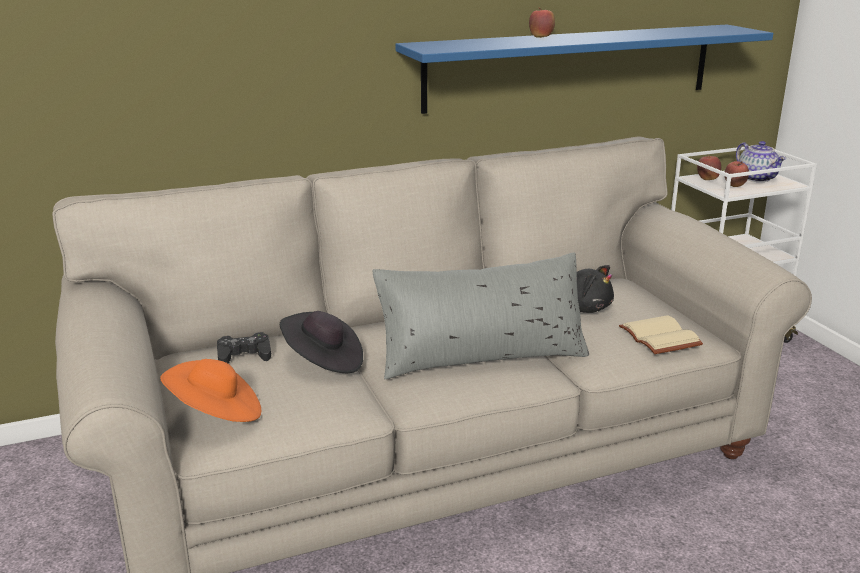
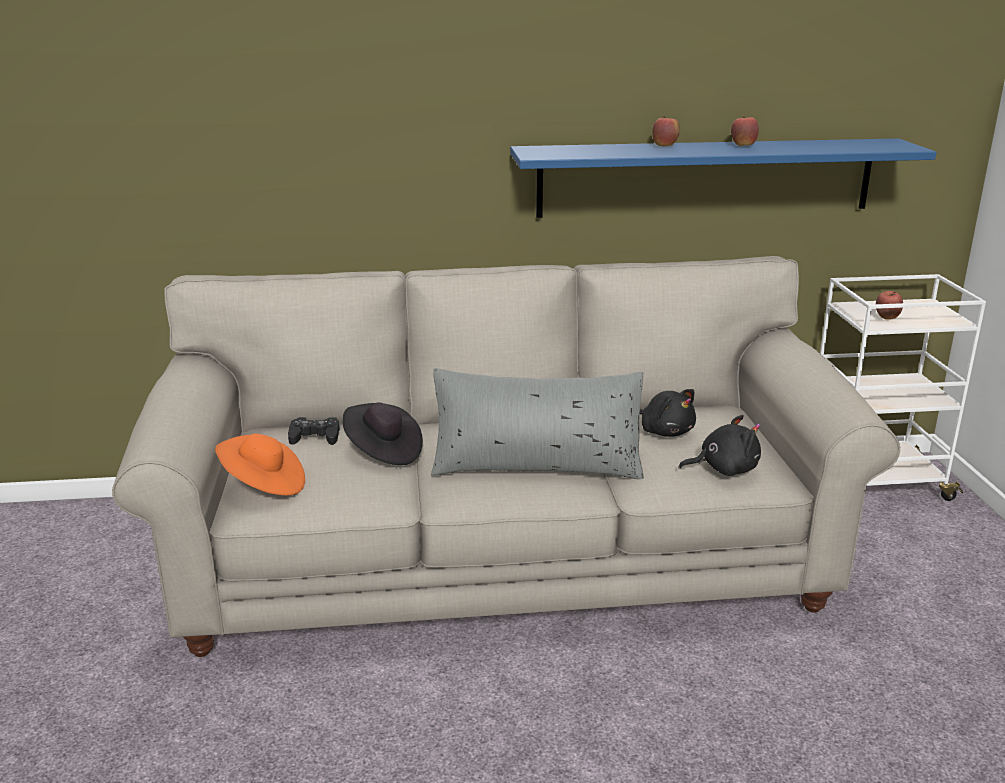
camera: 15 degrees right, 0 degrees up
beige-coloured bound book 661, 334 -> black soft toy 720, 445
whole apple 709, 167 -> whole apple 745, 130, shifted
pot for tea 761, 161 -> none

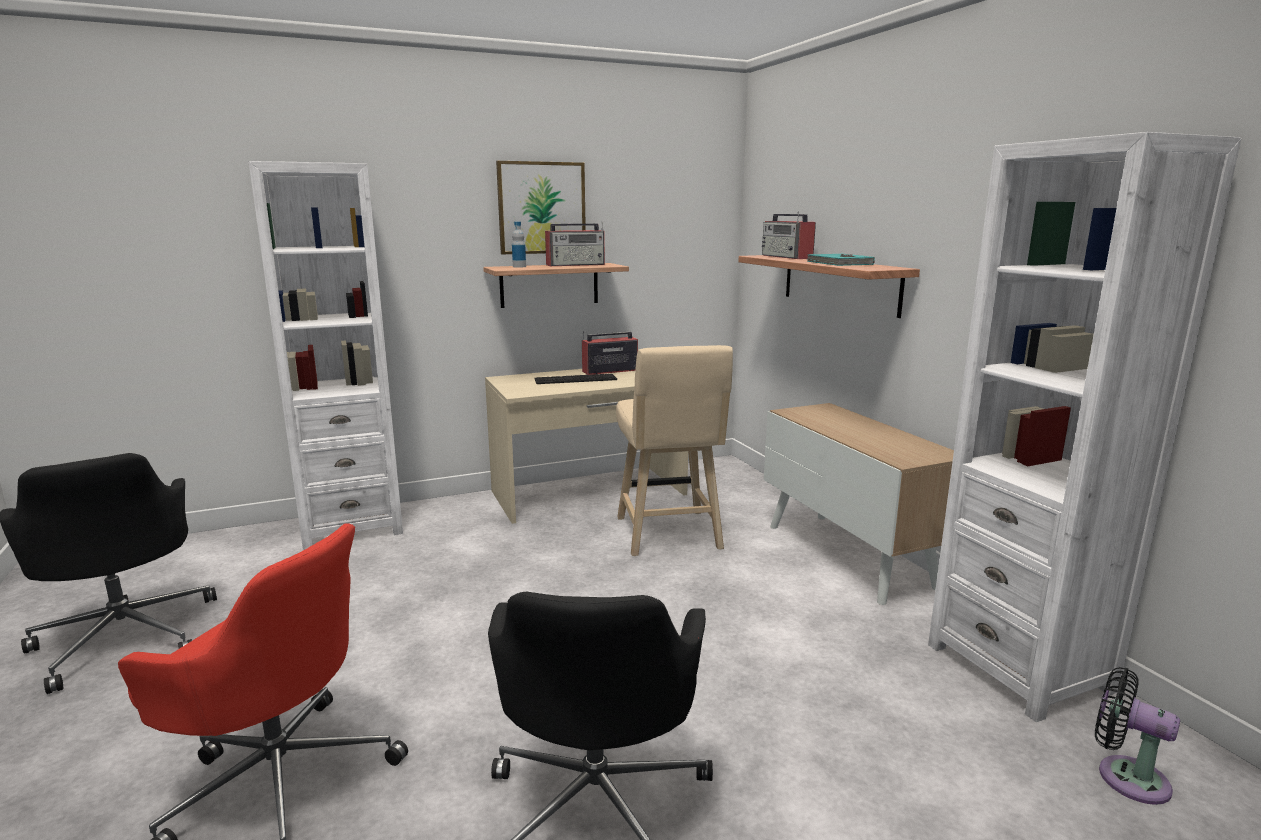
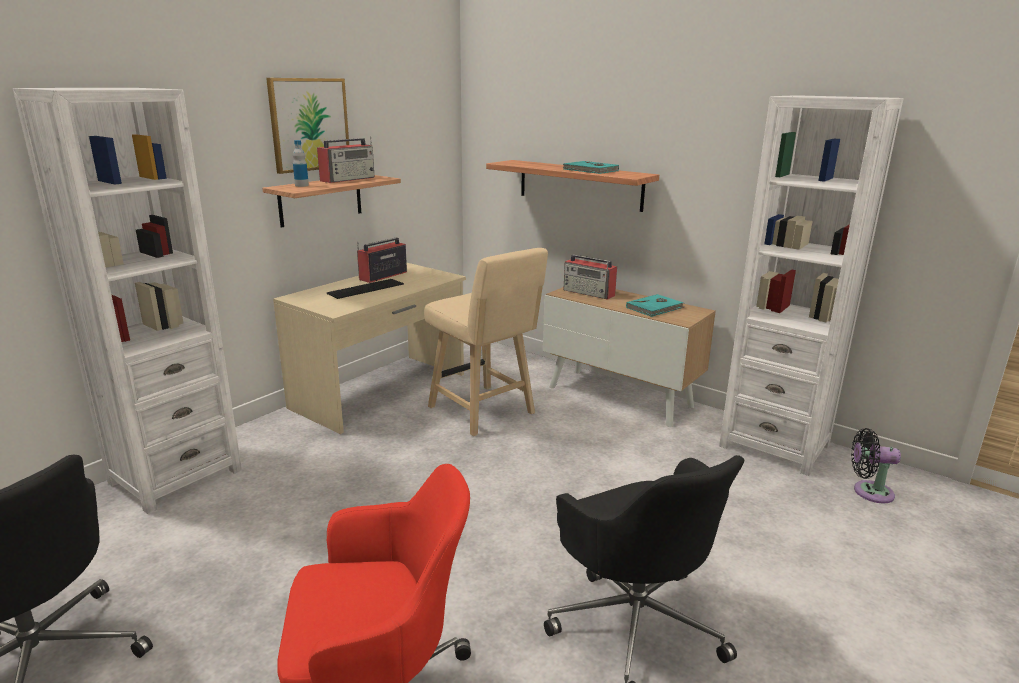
camera: 30 degrees left, 5 degrees up
radio receiver 789, 235 -> radio receiver 590, 277, shifted
none -> turquoise bound book 655, 305

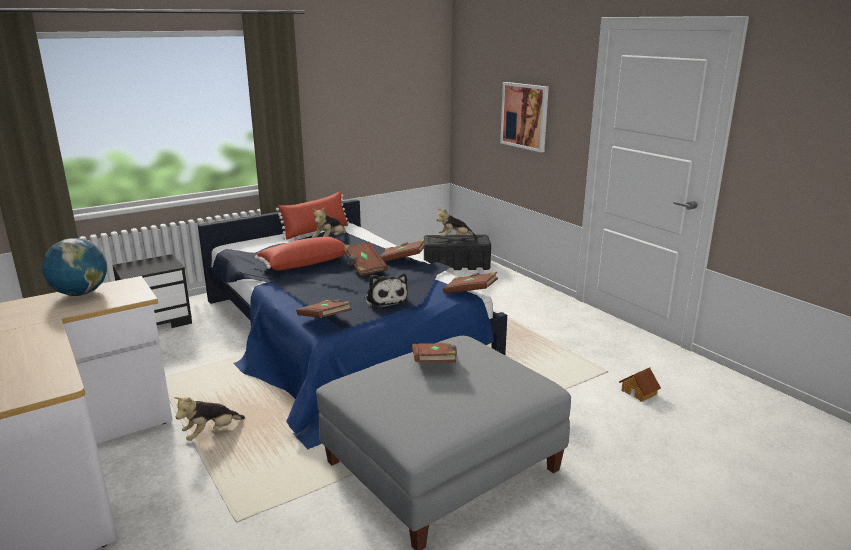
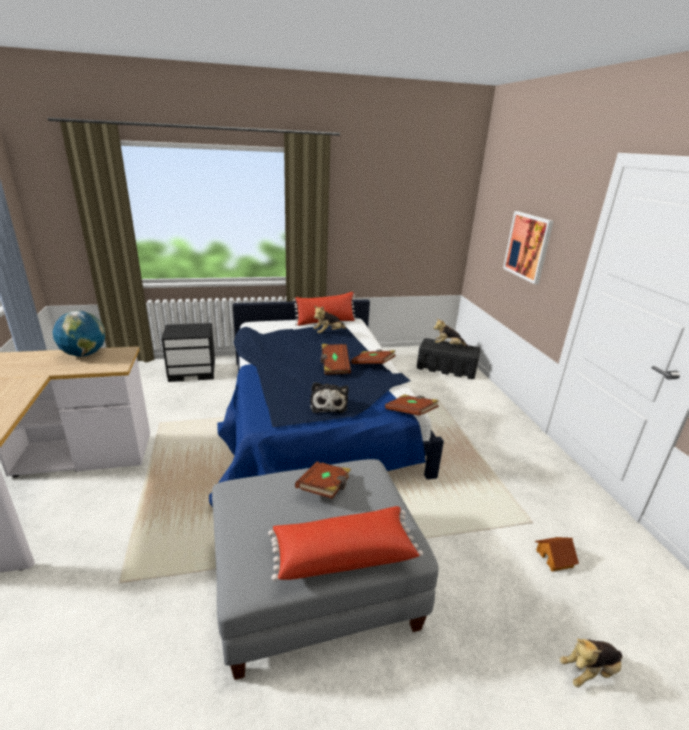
camera: 20 degrees right, 5 degrees up
soft toy 209, 419 -> soft toy 591, 663, shifted
reddish pillow 300, 254 -> reddish pillow 345, 543, shifted
brownish bound book 324, 308 -> none

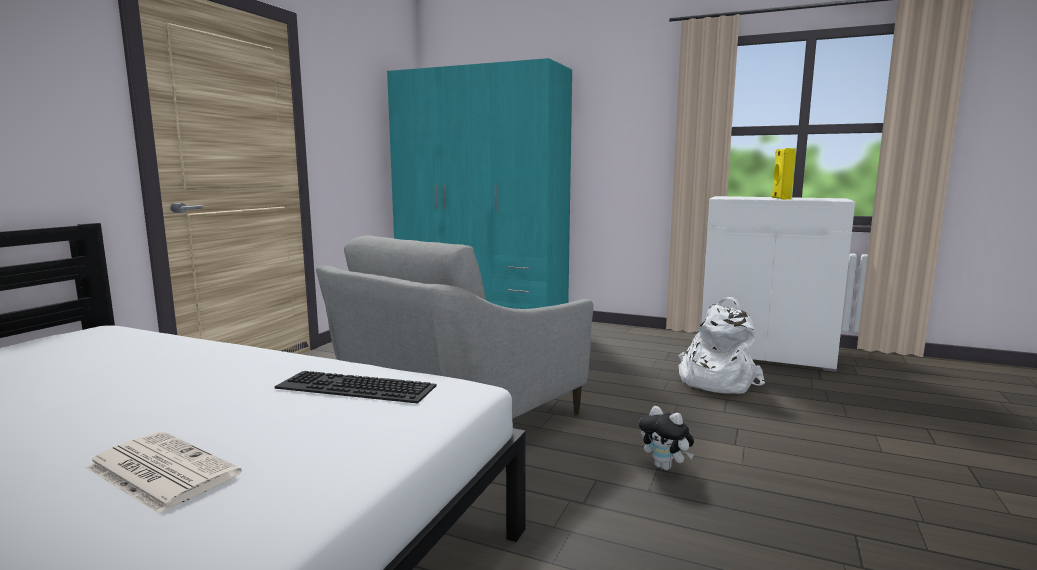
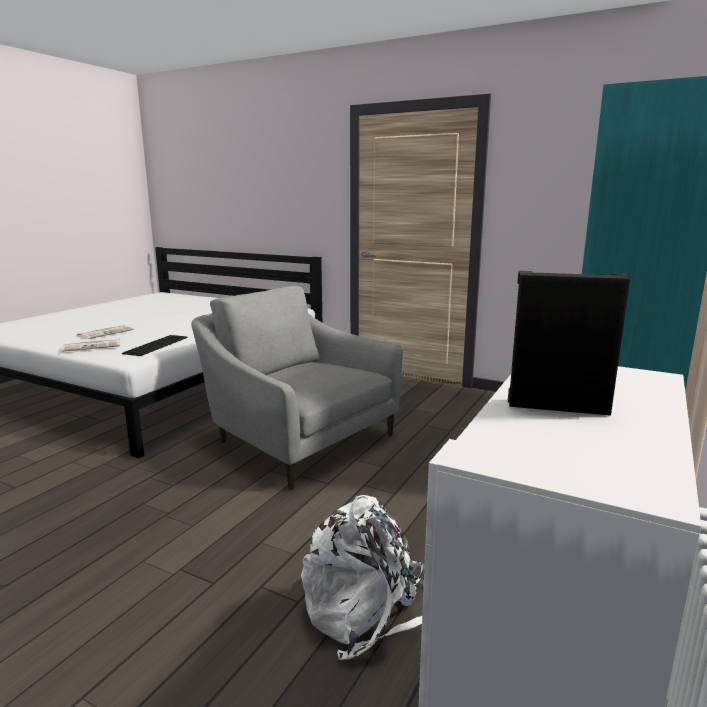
camera: 95 degrees right, 5 degrees up
soft toy 666, 438 -> none
yellow audio speaker 784, 174 -> black audio speaker 569, 343
none -> printed paper 90, 345

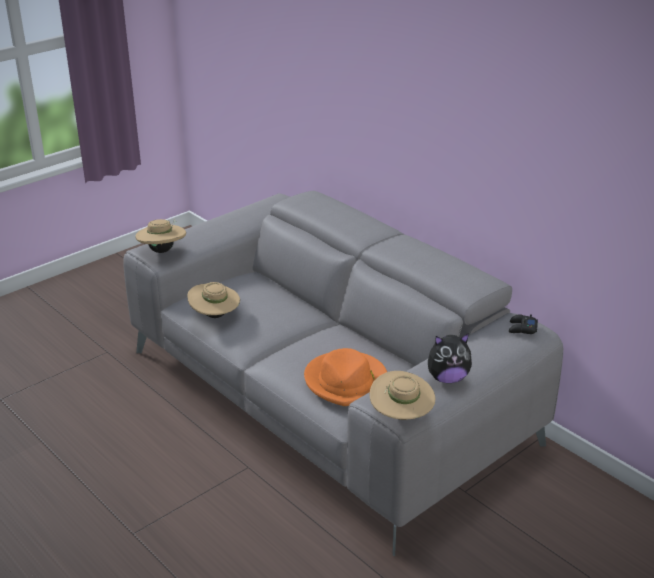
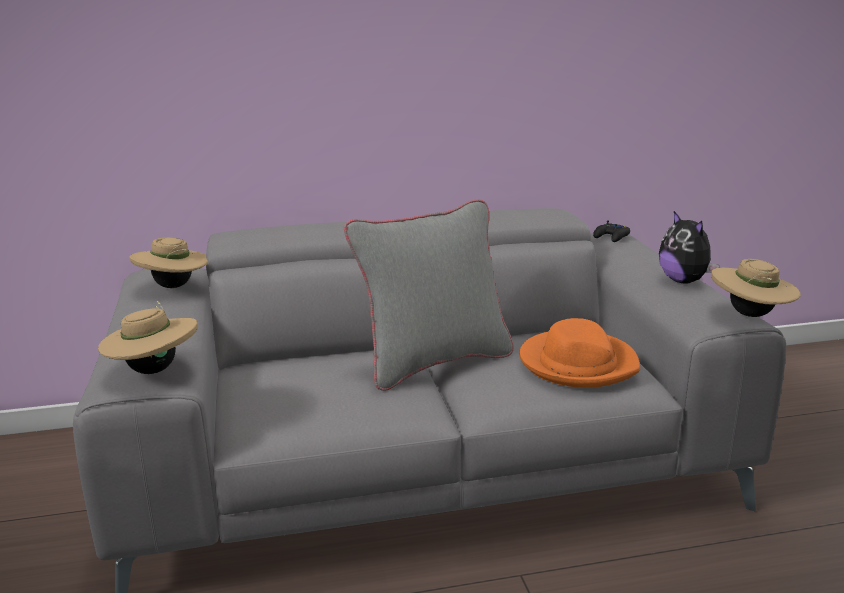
camera: 60 degrees left, 10 degrees down
beige-coloured hat 213, 300 -> beige-coloured hat 169, 263, shifted
soft toy 450, 358 -> soft toy 689, 247, 135 degrees clockwise
none -> grey pillow 429, 295

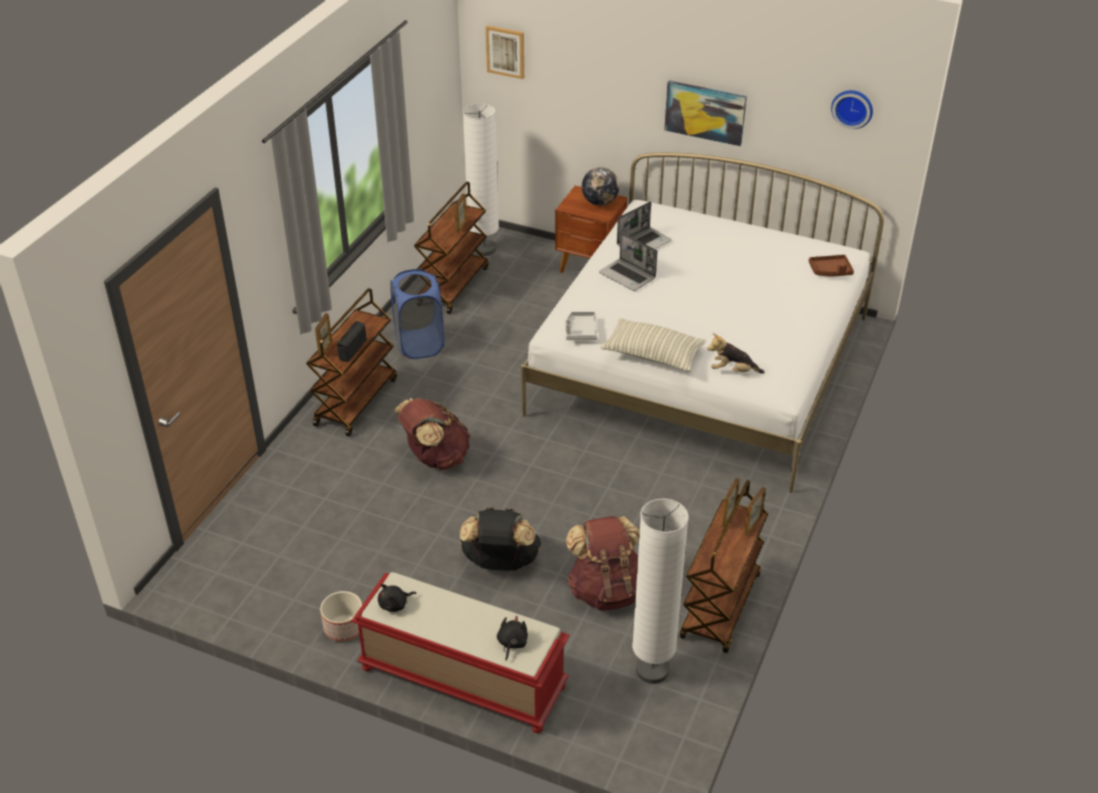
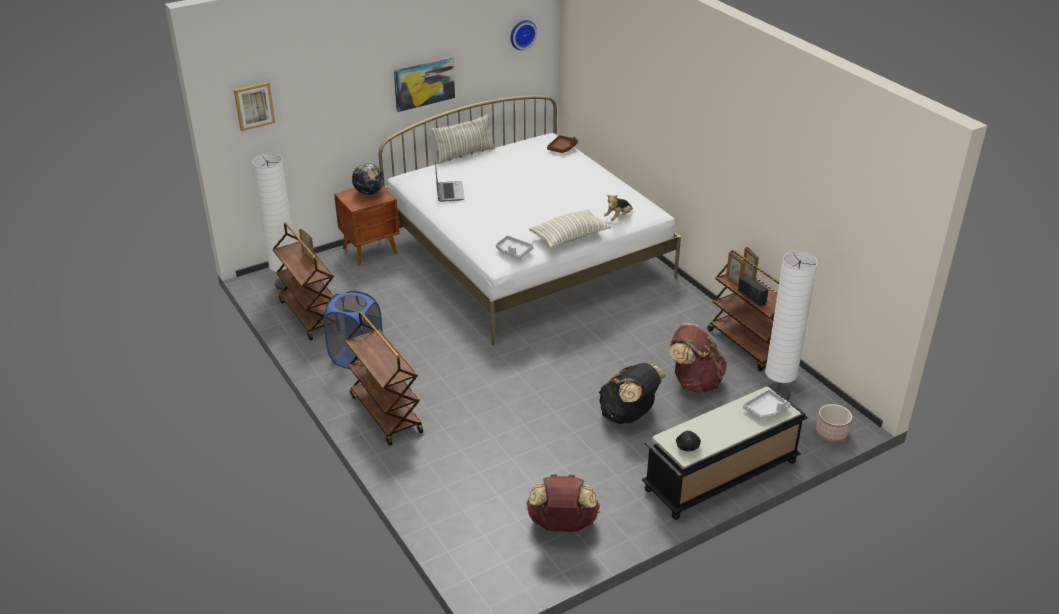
camera: 55 degrees left, 5 degrees down
standing frame 323, 334 -> none
flower pot 341, 616 -> flower pot 834, 423, shifted
radio receiver 352, 341 -> radio receiver 753, 290, shifted
reddish bench 460, 652 -> black bench 725, 453
brownish backpack 432, 434 -> brownish backpack 563, 503, shifted
black soft toy 512, 638 -> grey carrying tray 767, 404
portable computer 628, 261 -> none
none -> pillow 463, 139

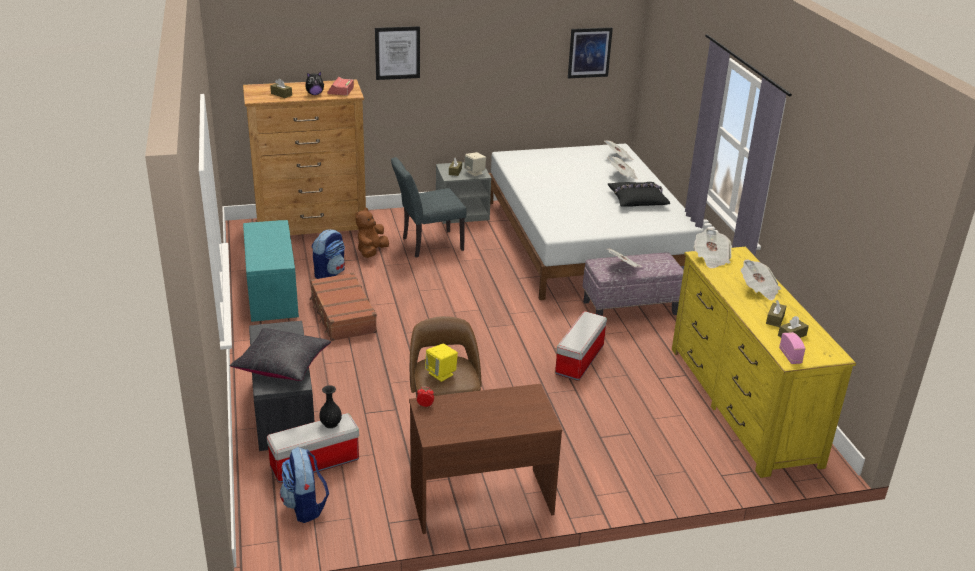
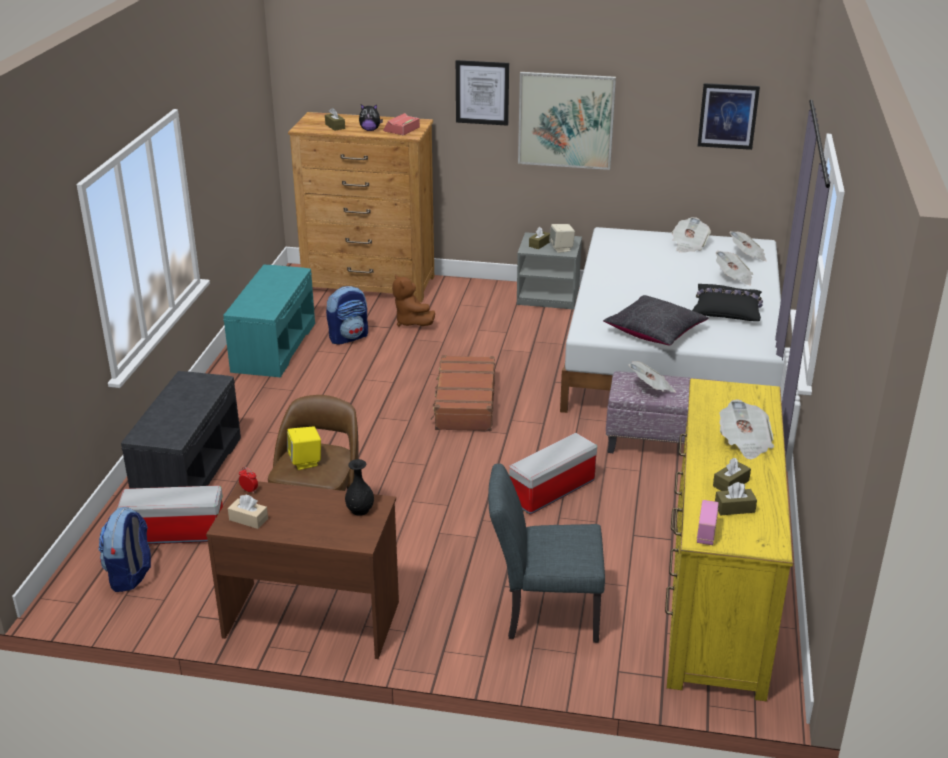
camera: 25 degrees right, 0 degrees up
black pillow 280, 354 -> black pillow 656, 320, shifted
brownish travel case 343, 306 -> brownish travel case 463, 393, shifted
black decorative vase 330, 406 -> black decorative vase 359, 487, shifted
brownish soft toy 372, 233 -> brownish soft toy 413, 301, 75 degrees counterclockwise
grey chair 428, 207 -> grey chair 546, 553, shifted
printed paper 712, 248 -> printed paper 691, 235, shifted
none -> beige-coloured tissue holder 248, 512
none -> picture 567, 121

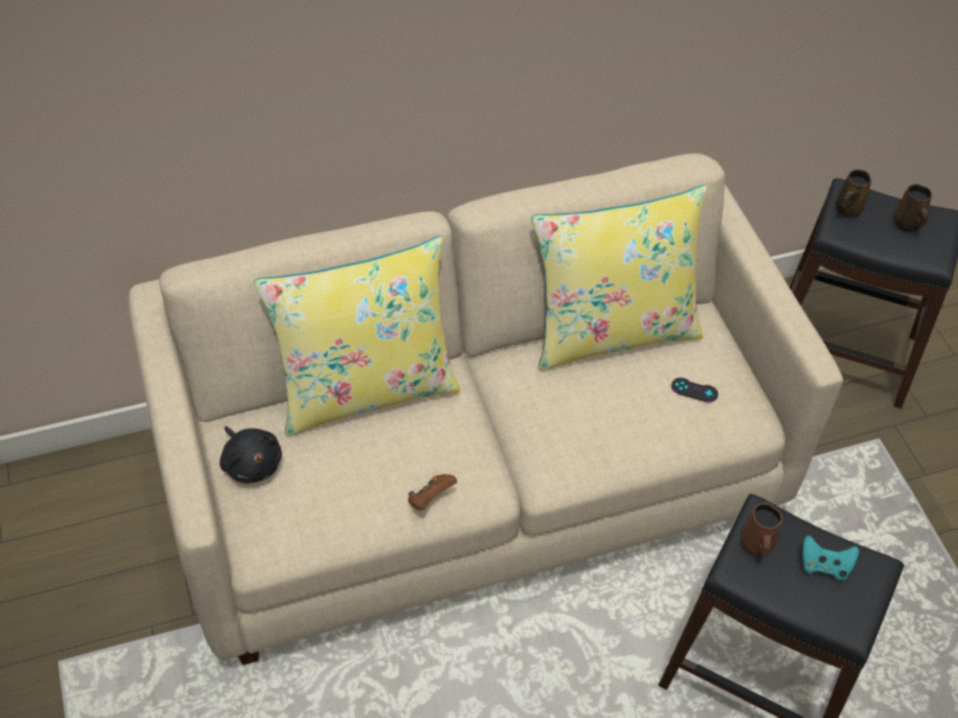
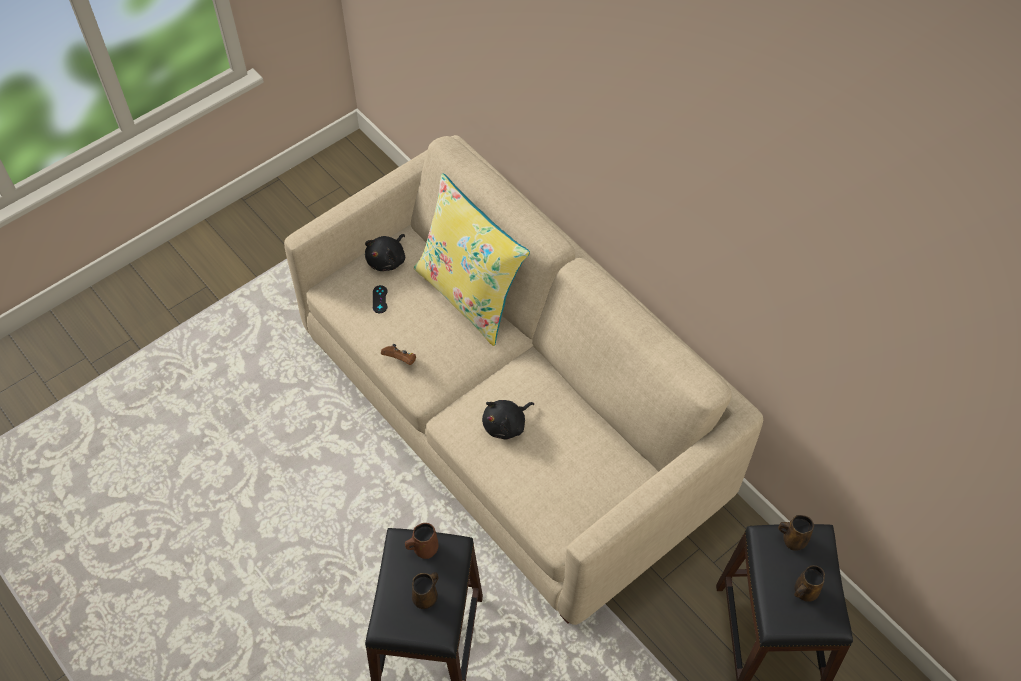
camera: 70 degrees right, 5 degrees up
yellow pillow 619, 277 -> none
black game controller 694, 390 -> black game controller 380, 299, shifted
turquoise game controller 830, 558 -> brownish mug 425, 590
none -> black soft toy 508, 419

